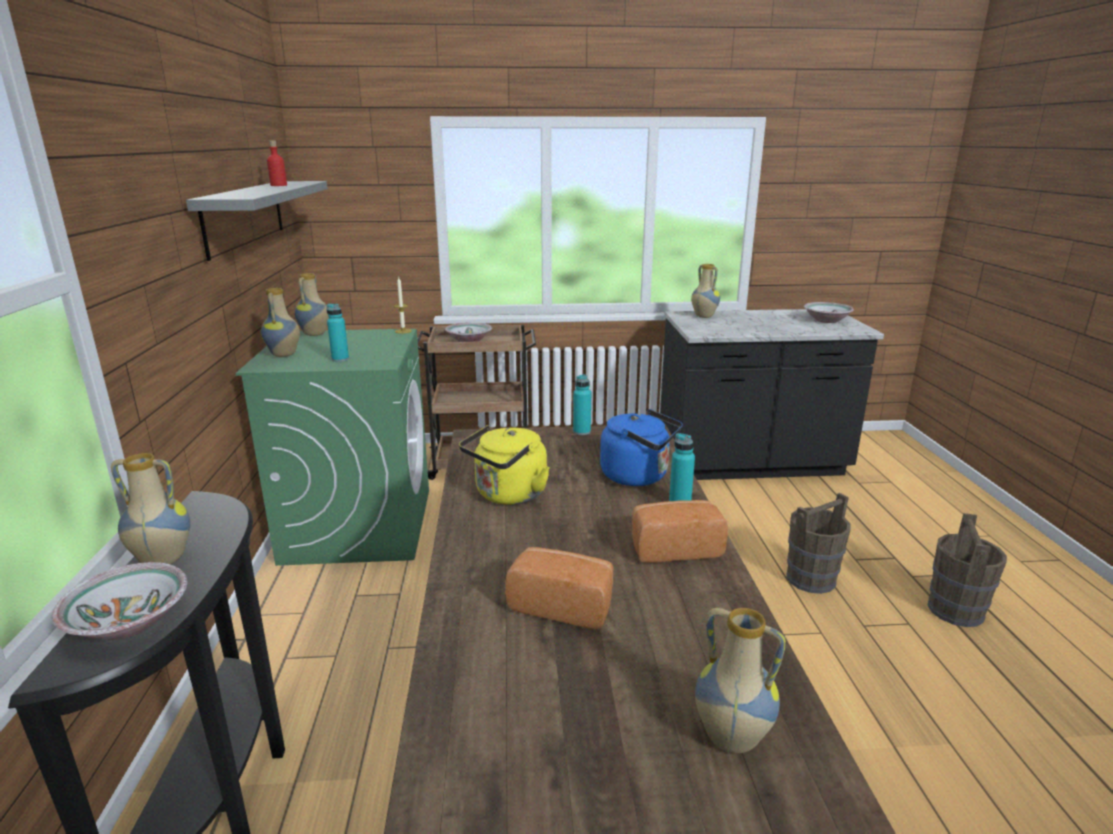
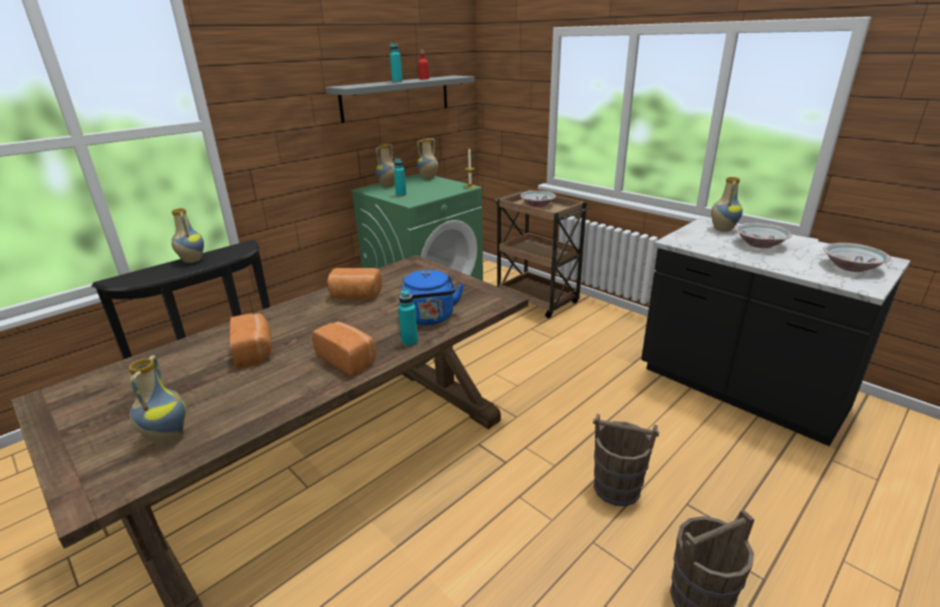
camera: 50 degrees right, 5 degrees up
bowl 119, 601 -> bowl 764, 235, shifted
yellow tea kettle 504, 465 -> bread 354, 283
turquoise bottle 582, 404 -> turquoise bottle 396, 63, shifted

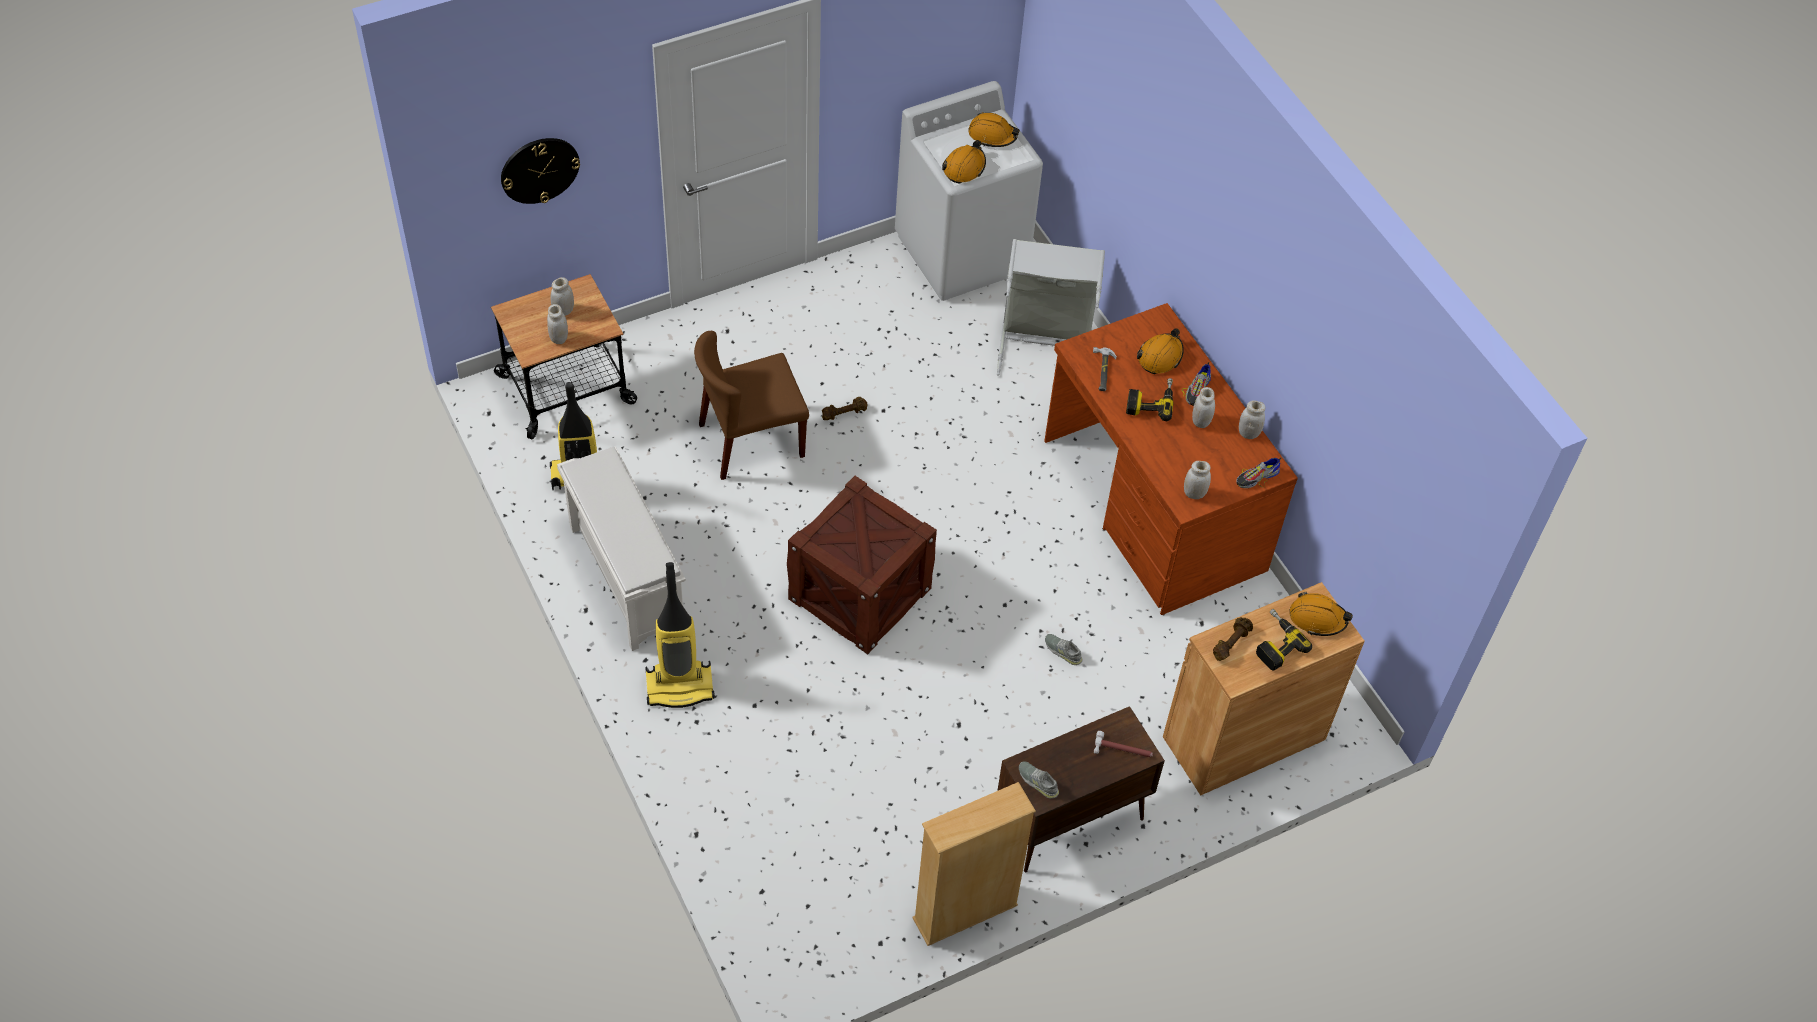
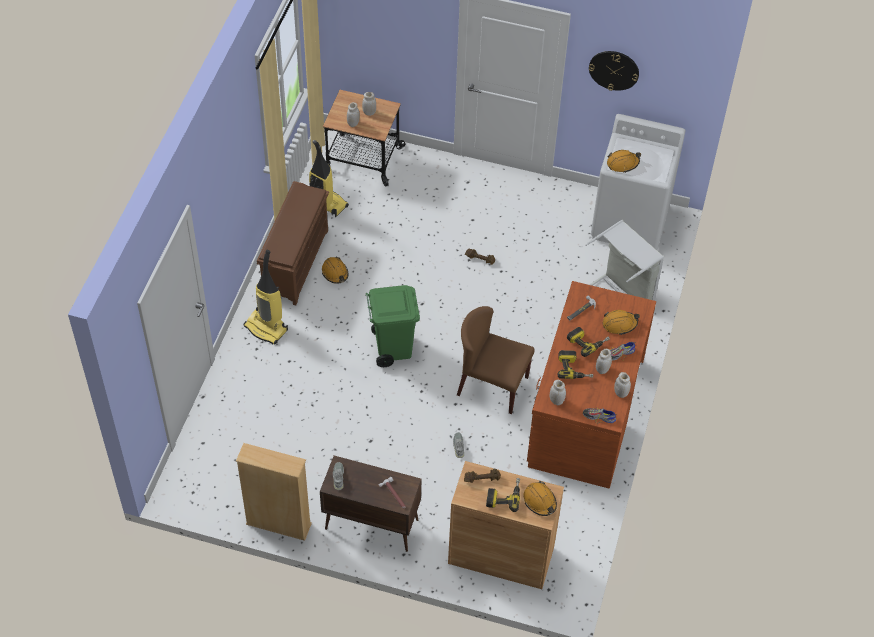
camera: 45 degrees right, 0 degrees up
wall clock 540, 171 -> wall clock 614, 71, shifted
white-coloured shoe rack 621, 548 -> brownish shoe rack 293, 243
brownish chair 751, 405 -> brownish chair 495, 360, shifted
shipping crate 862, 565 -> green-coloured waste bin 393, 326
orange hard hat 994, 129 -> orange hard hat 335, 270, shifted
none -> electric drill 575, 364

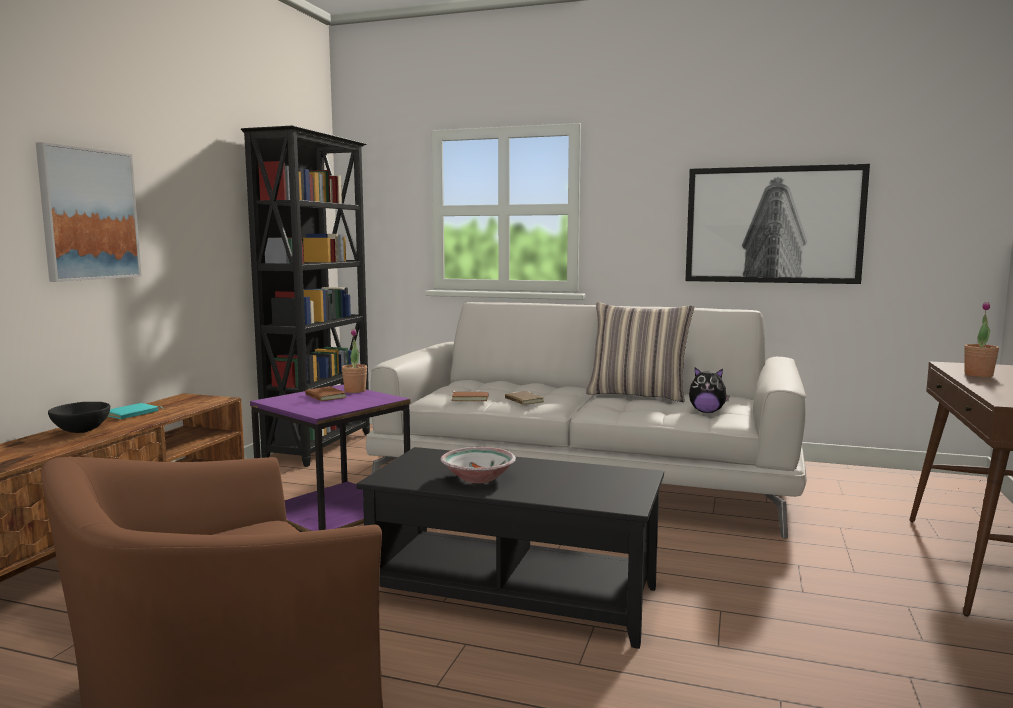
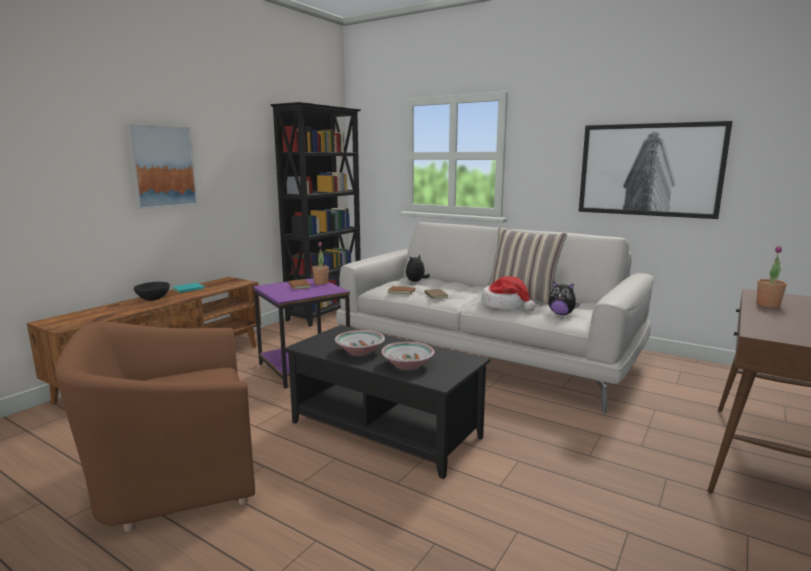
camera: 15 degrees right, 5 degrees up
none -> bowl 408, 356
none -> soft toy 418, 268
none -> hat 508, 293

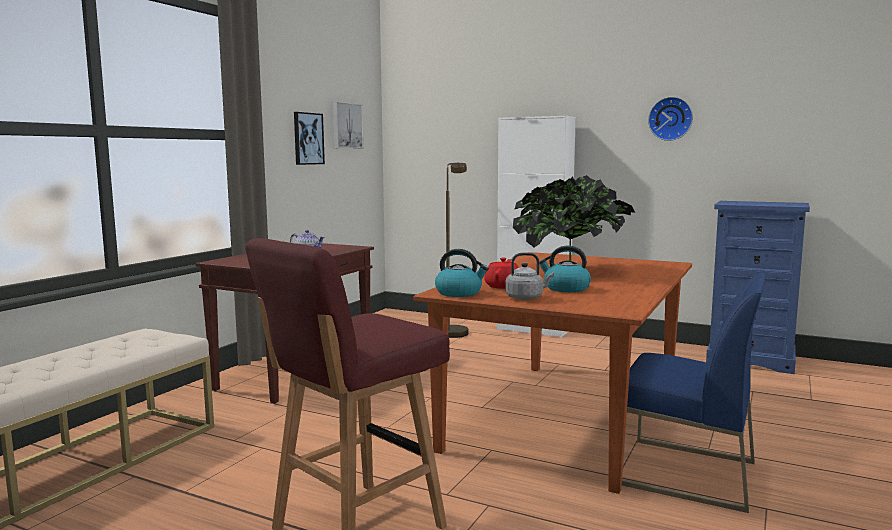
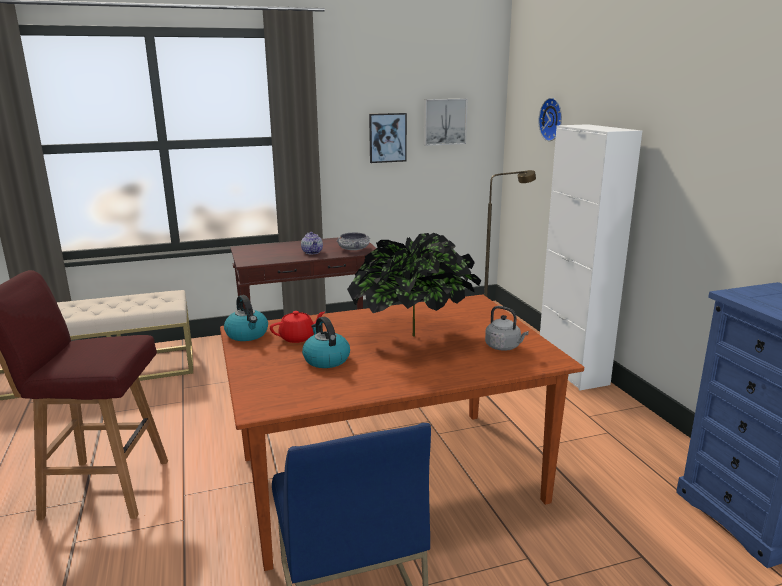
camera: 45 degrees right, 10 degrees up
grey tea kettle 530, 276 -> grey tea kettle 507, 328, shifted
wall clock 670, 119 -> wall clock 550, 119, shifted
none -> bowl 353, 241

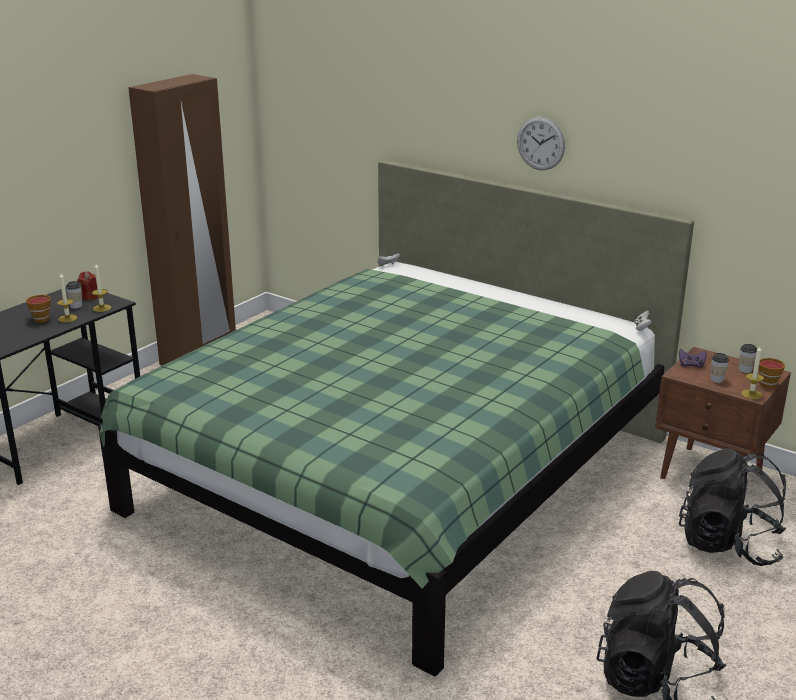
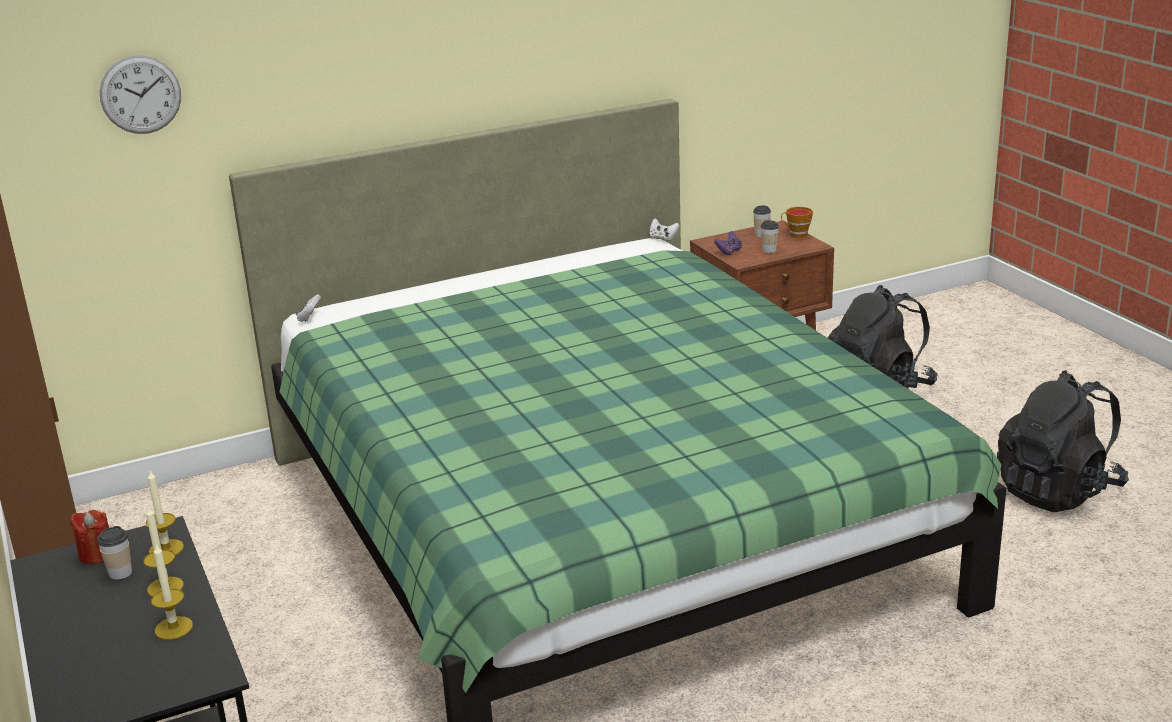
camera: 60 degrees left, 0 degrees up
cup 38, 309 -> none
wall clock 541, 143 -> wall clock 140, 95, shifted
wax light 752, 372 -> wax light 172, 592, shifted

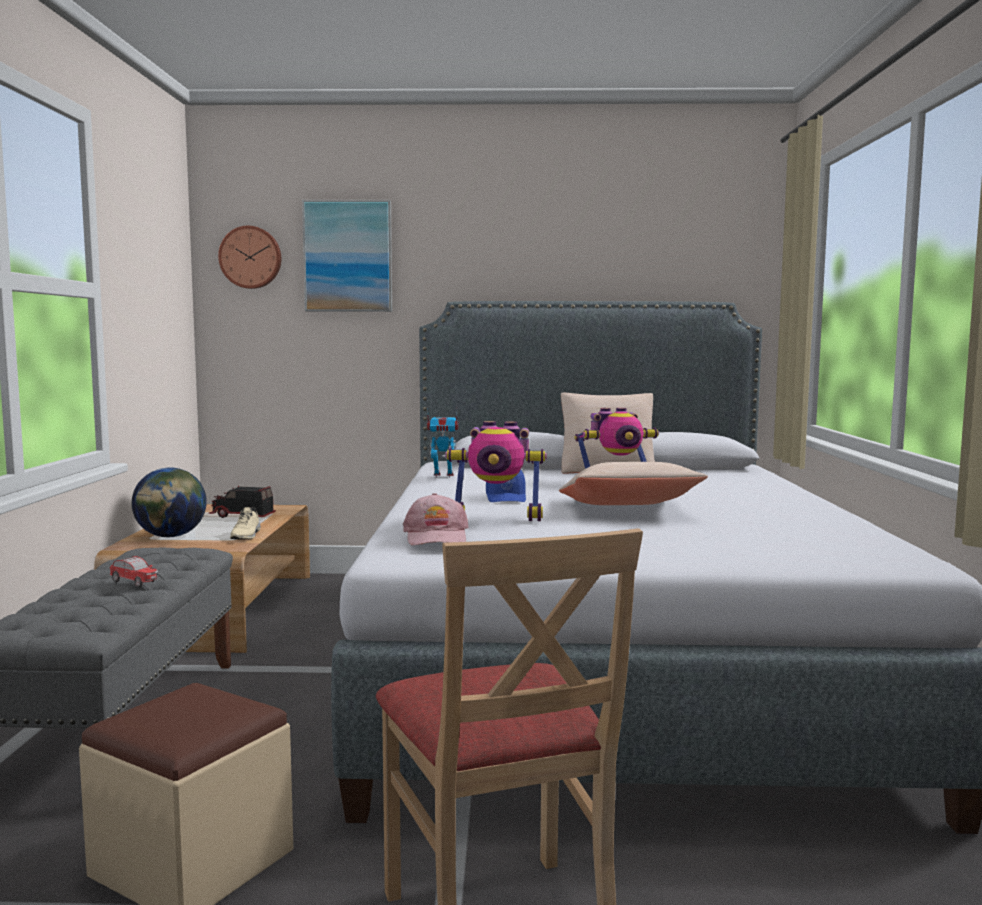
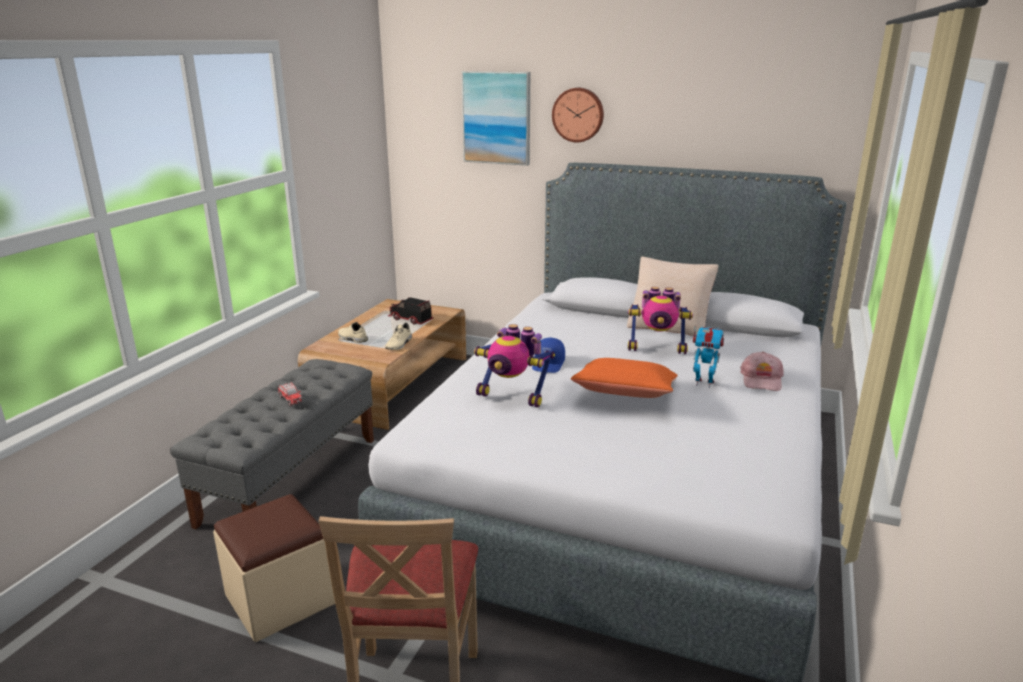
camera: 20 degrees right, 15 degrees up
desk globe 169, 502 -> beige-coloured low shoe 353, 332
wall clock 249, 257 -> wall clock 578, 115, shifted
pink peaked cap 436, 519 -> pink peaked cap 761, 371, shifted
robot figure 442, 443 -> robot figure 708, 357, shifted
beige-coloured pillow 633, 483 -> orange pillow 624, 378

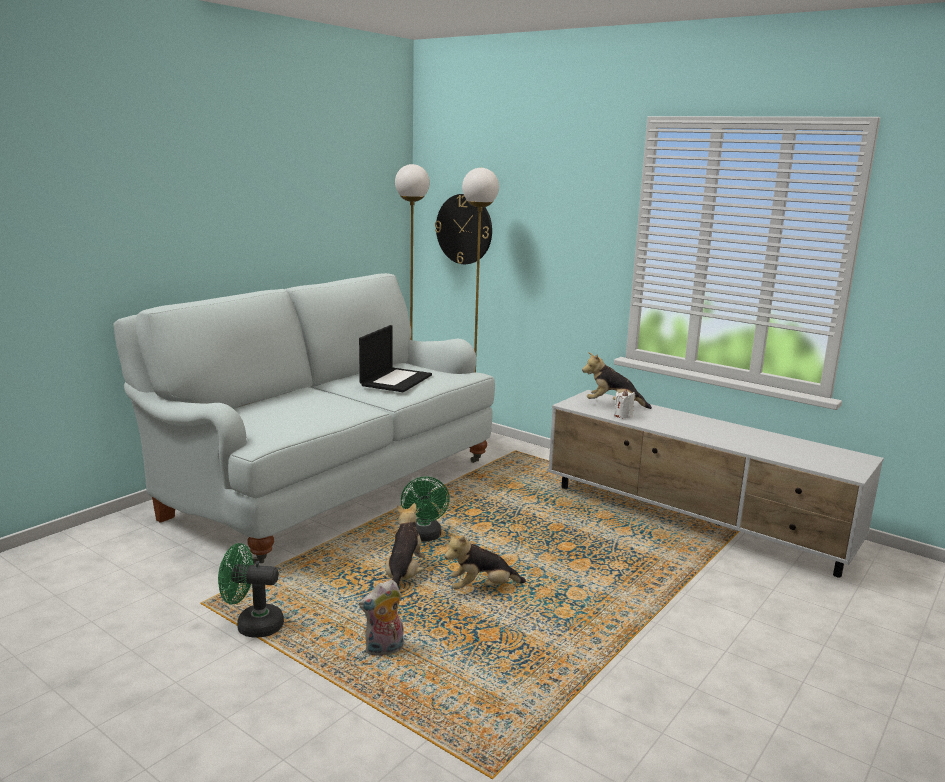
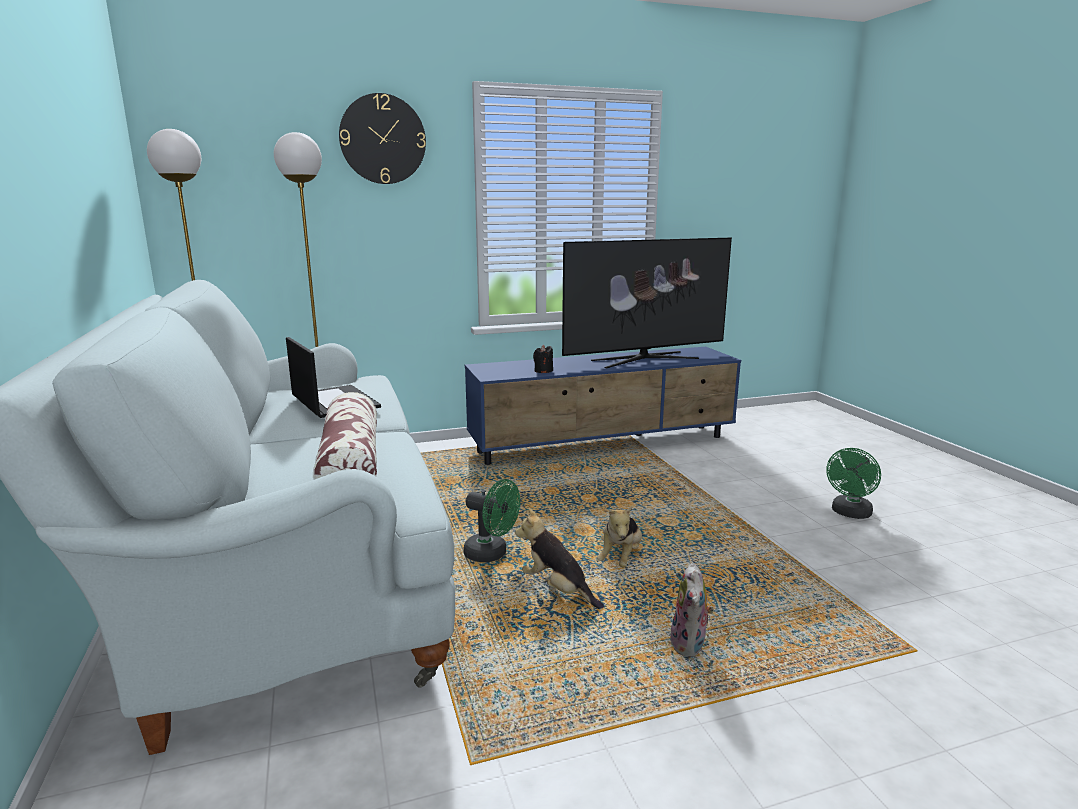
camera: 55 degrees left, 0 degrees up
green-coloured cooling fan 251, 590 -> green-coloured cooling fan 853, 483, shifted
wall clock 463, 229 -> wall clock 382, 138, shifted
white-coloured tv unit 716, 484 -> blue tv unit 603, 406
soft toy 617, 380 -> none
white-coloured wax light 624, 404 -> black wax light 543, 359
none -> pillow 345, 436
none -> television 647, 303

